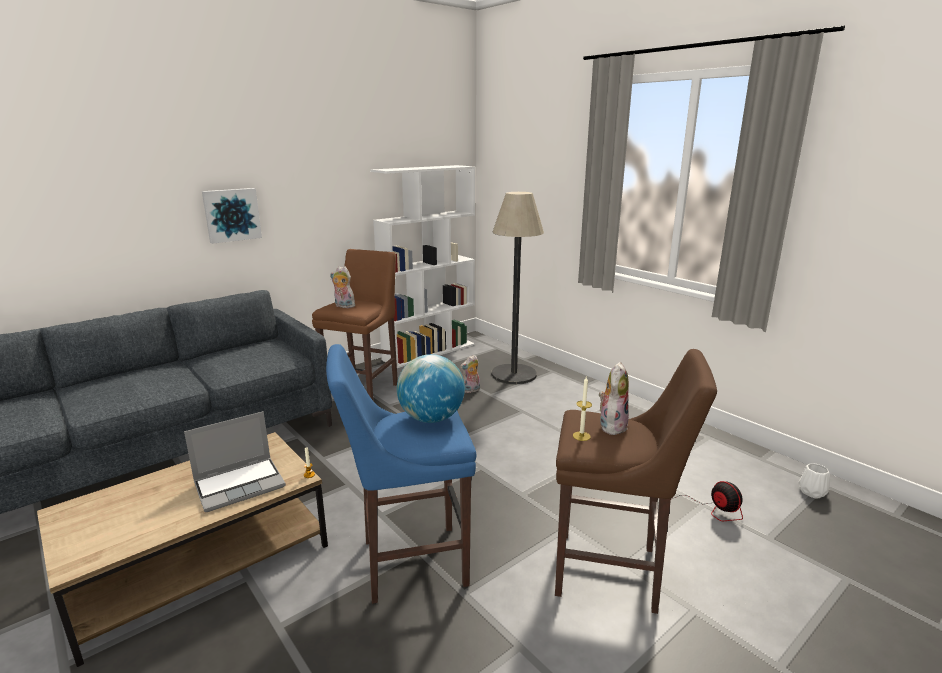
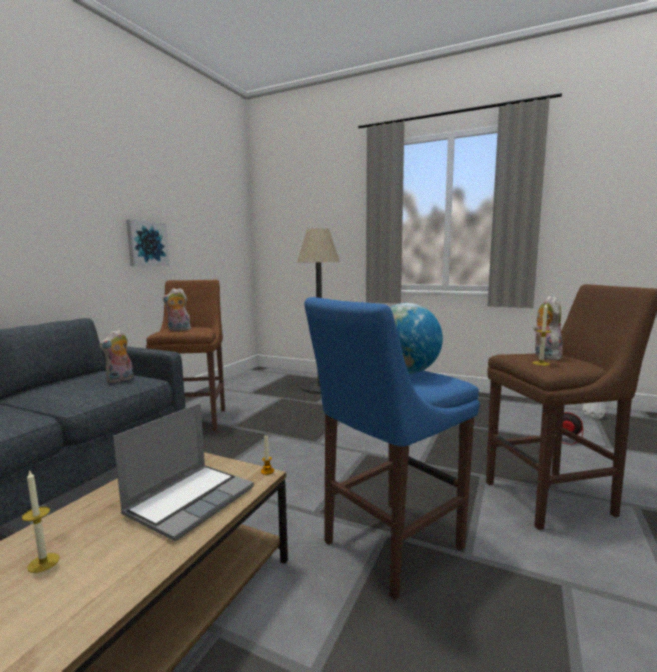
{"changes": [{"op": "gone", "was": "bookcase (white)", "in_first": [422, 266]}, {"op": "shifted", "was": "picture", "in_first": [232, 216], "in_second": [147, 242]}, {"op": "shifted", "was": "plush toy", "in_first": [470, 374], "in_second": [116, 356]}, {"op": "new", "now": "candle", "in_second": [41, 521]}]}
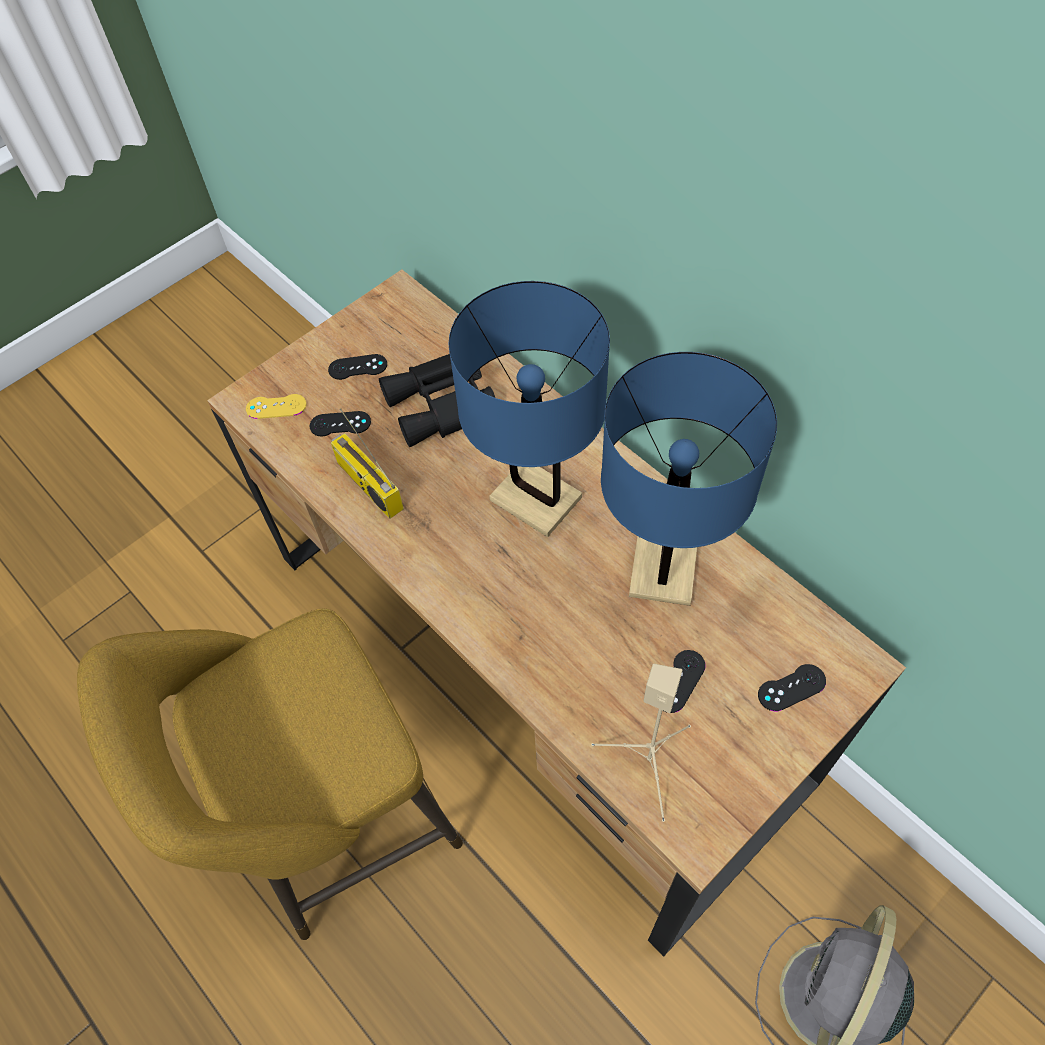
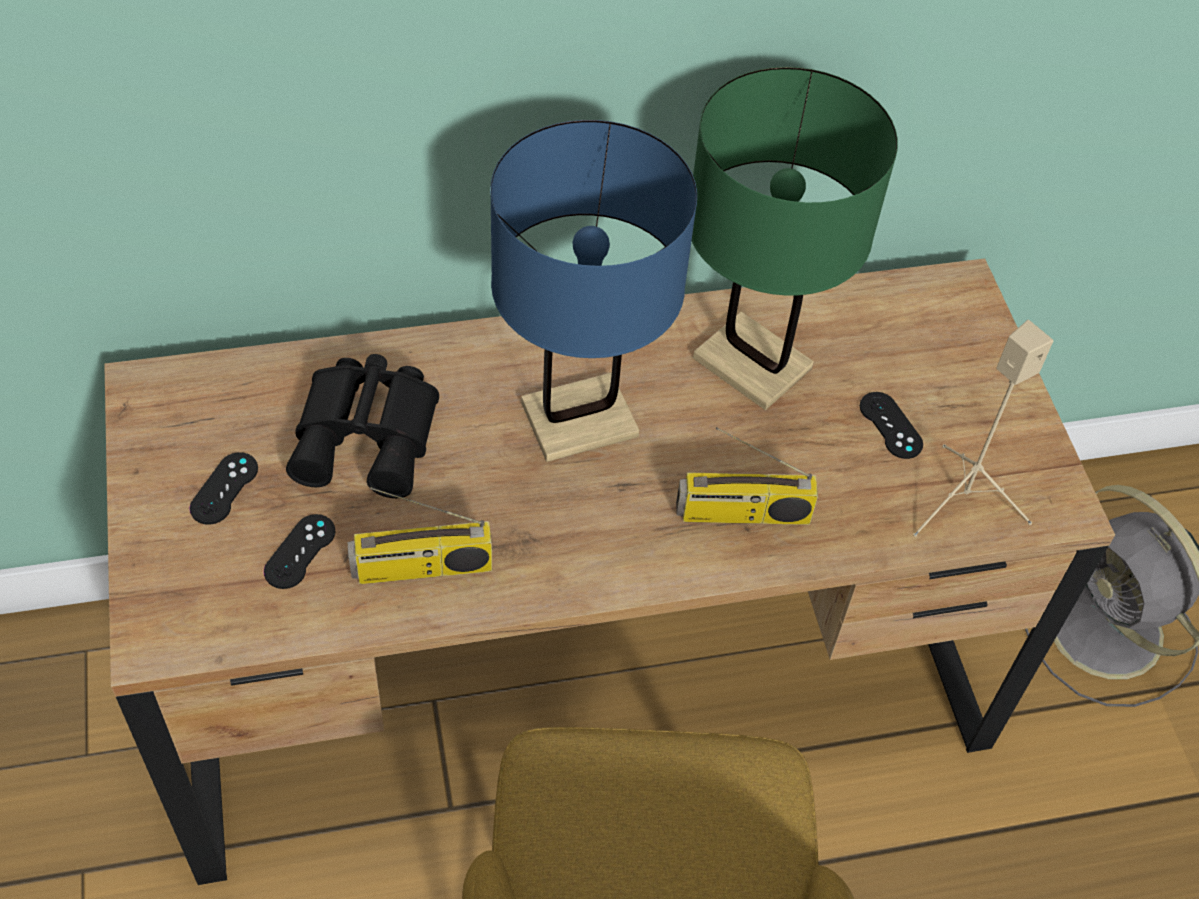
{"changes": [{"op": "repainted", "was": "table lamp (blue)", "now": "table lamp (green)", "in_first": [689, 479], "in_second": [795, 238]}, {"op": "gone", "was": "game controller (yellow)", "in_first": [276, 406]}, {"op": "gone", "was": "game controller (black)", "in_first": [792, 687]}, {"op": "new", "now": "radio", "in_second": [747, 476]}]}
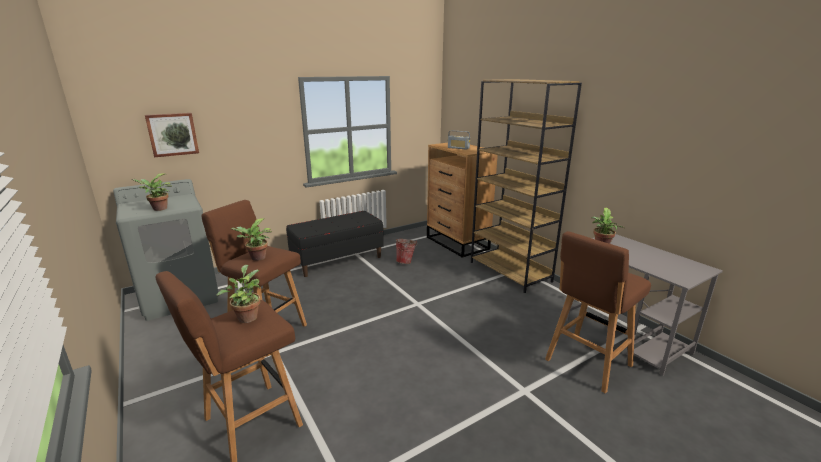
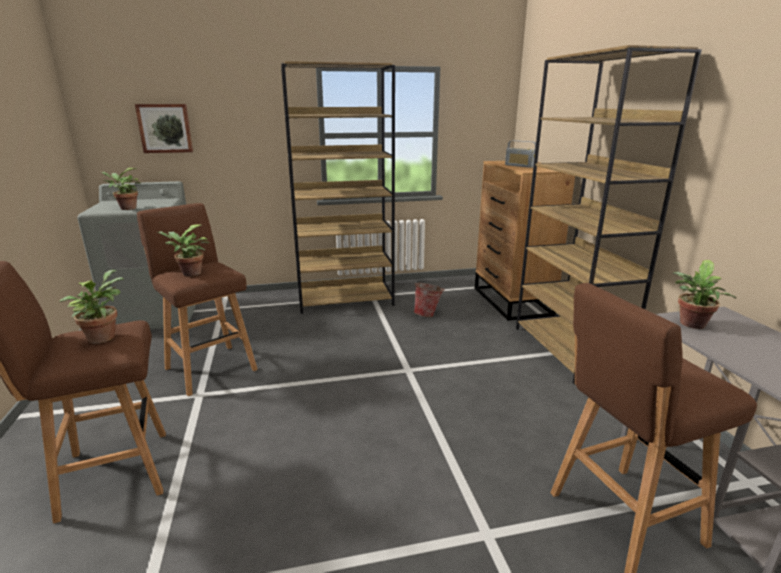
{"changes": [{"op": "swapped", "was": "bench (black)", "now": "bookcase (brown)", "in_first": [335, 244], "in_second": [338, 187]}]}
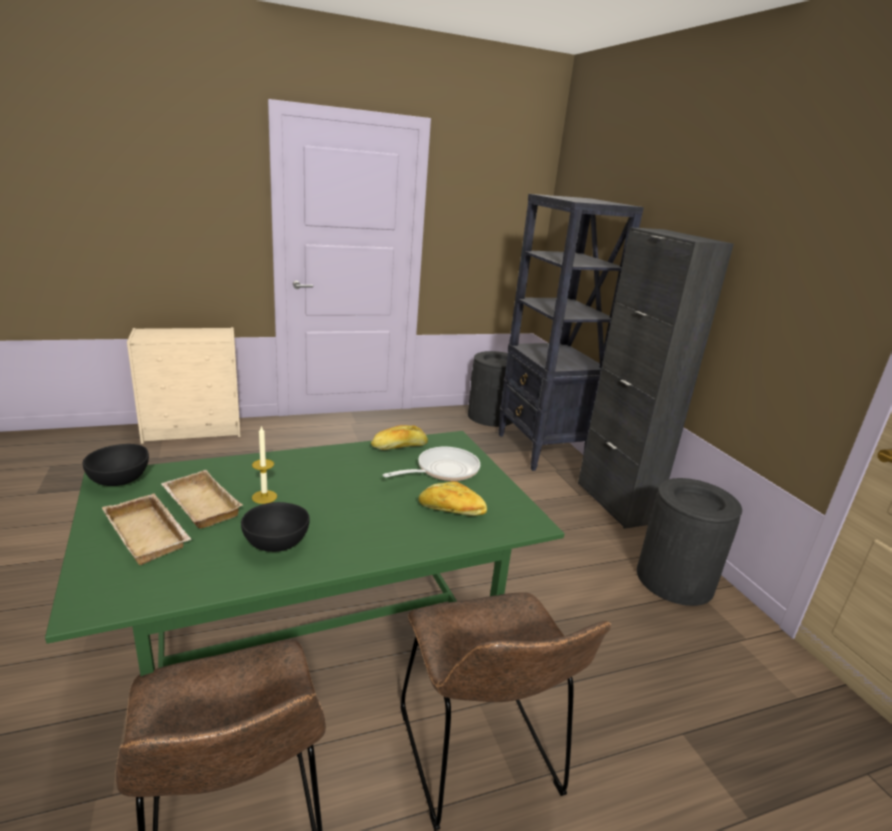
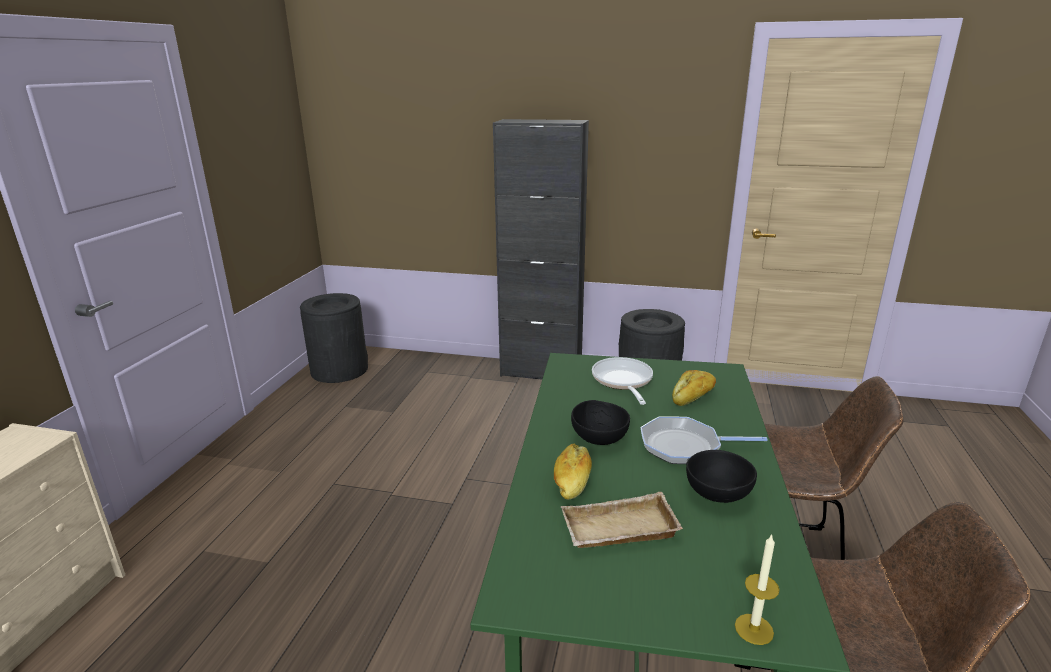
{"changes": [{"op": "gone", "was": "bookcase (black)", "in_first": [571, 332]}, {"op": "shifted", "was": "bread", "in_first": [399, 437], "in_second": [573, 471]}, {"op": "shifted", "was": "candle", "in_first": [264, 465], "in_second": [757, 589]}, {"op": "shifted", "was": "bowl (black)", "in_first": [116, 465], "in_second": [600, 422]}, {"op": "gone", "was": "tray (beige)", "in_first": [147, 529]}, {"op": "new", "now": "frying pan", "in_second": [703, 440]}]}
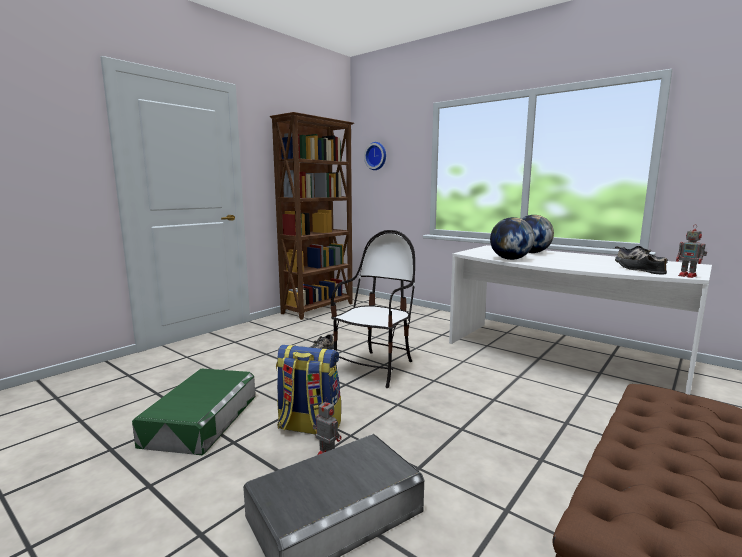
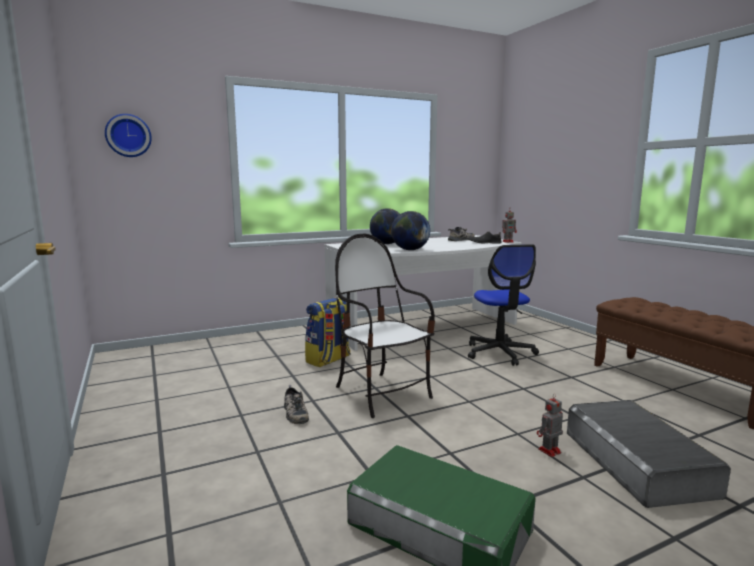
{"changes": [{"op": "gone", "was": "bookcase (brown)", "in_first": [311, 216]}, {"op": "shifted", "was": "backpack", "in_first": [308, 390], "in_second": [327, 332]}, {"op": "new", "now": "office chair", "in_second": [503, 305]}]}
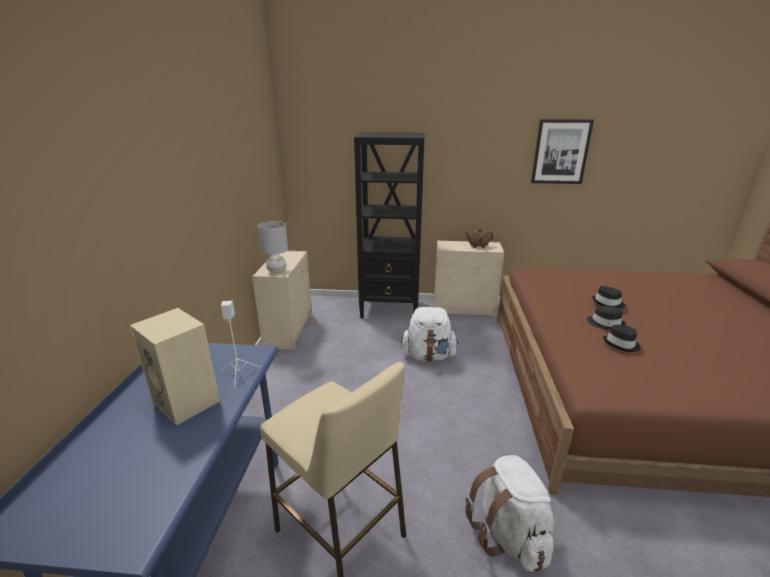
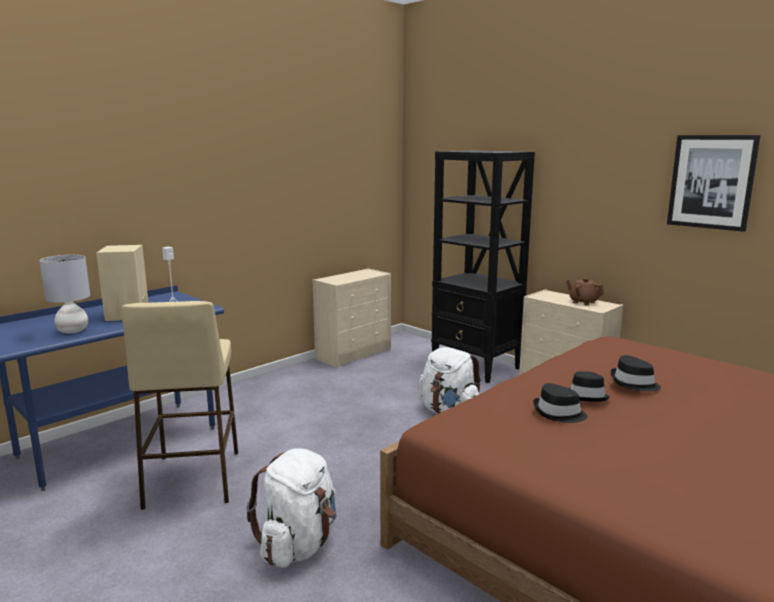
{"changes": [{"op": "shifted", "was": "table lamp (grey)", "in_first": [273, 247], "in_second": [64, 294]}]}
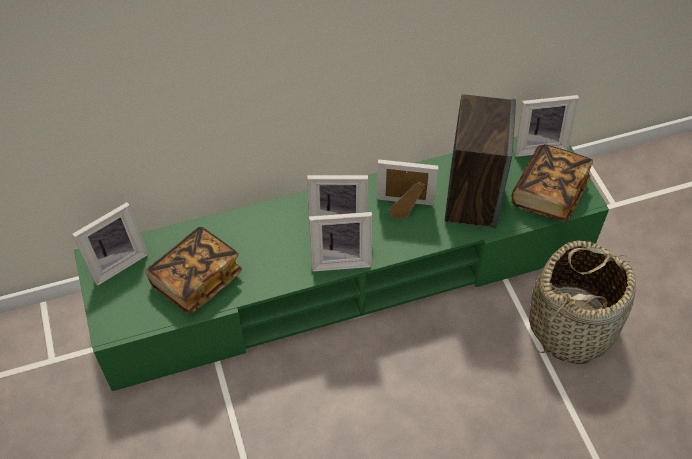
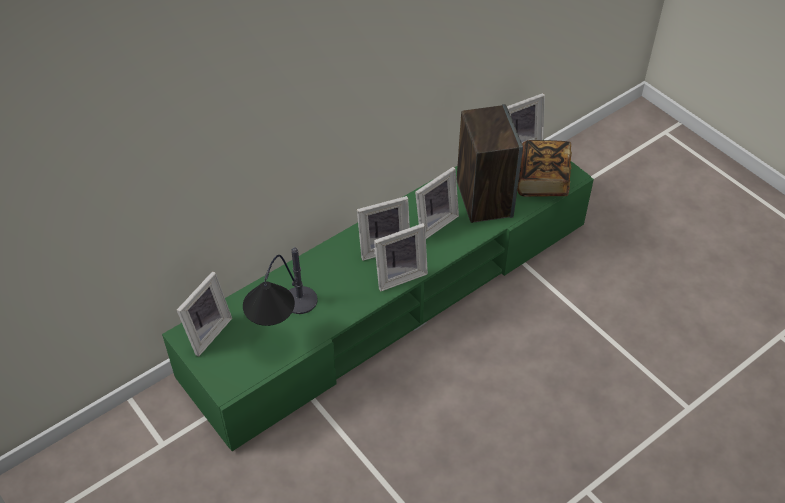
{"changes": [{"op": "rotated", "was": "picture frame", "in_first": [407, 189], "in_second": [437, 203], "clockwise": 150}, {"op": "swapped", "was": "book", "now": "table lamp", "in_first": [193, 270], "in_second": [280, 286]}, {"op": "gone", "was": "basket", "in_first": [582, 302]}]}
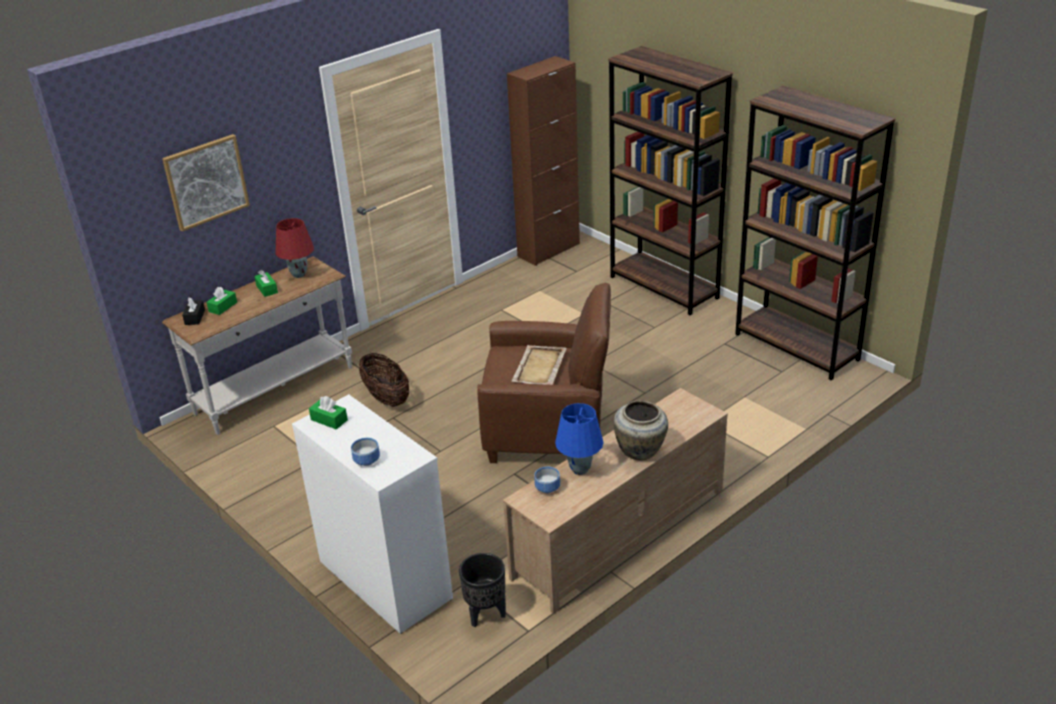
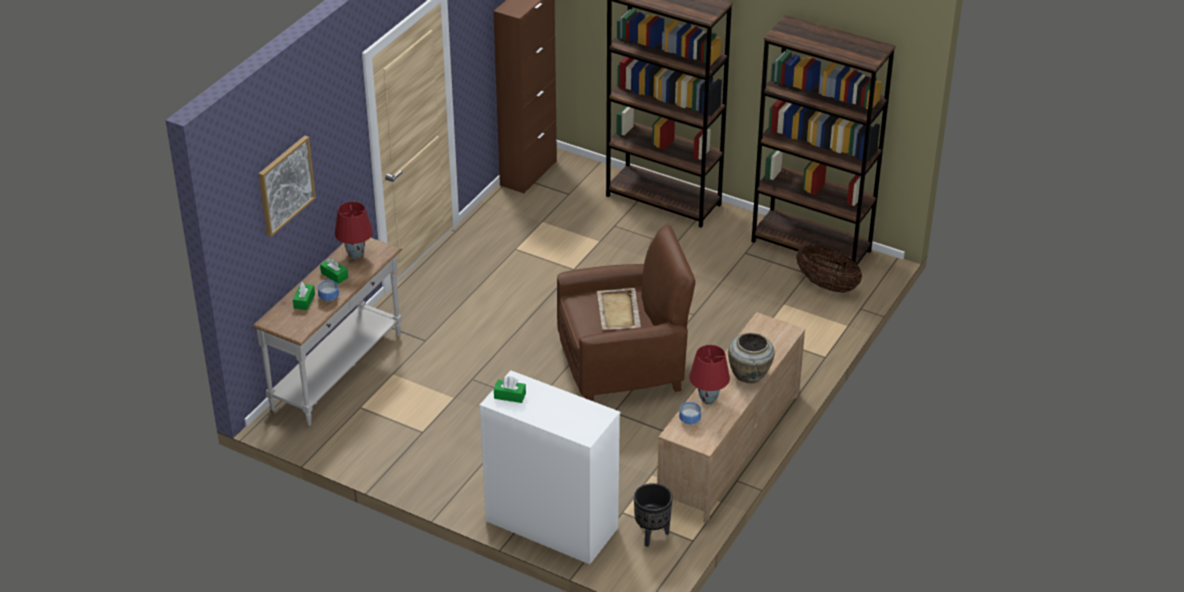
{"changes": [{"op": "gone", "was": "tissue box (black)", "in_first": [193, 311]}, {"op": "shifted", "was": "basket", "in_first": [384, 380], "in_second": [829, 269]}, {"op": "repainted", "was": "table lamp (blue)", "now": "table lamp (red)", "in_first": [579, 439], "in_second": [709, 374]}, {"op": "shifted", "was": "bowl", "in_first": [365, 452], "in_second": [328, 291]}]}
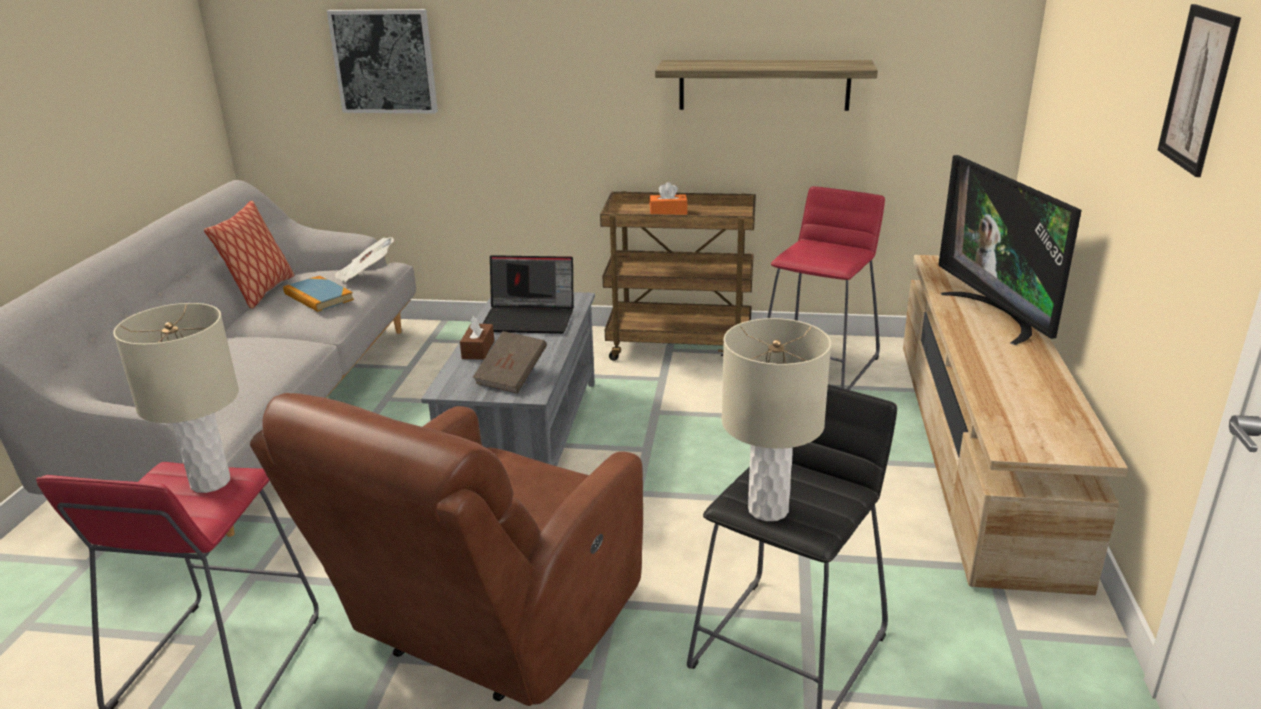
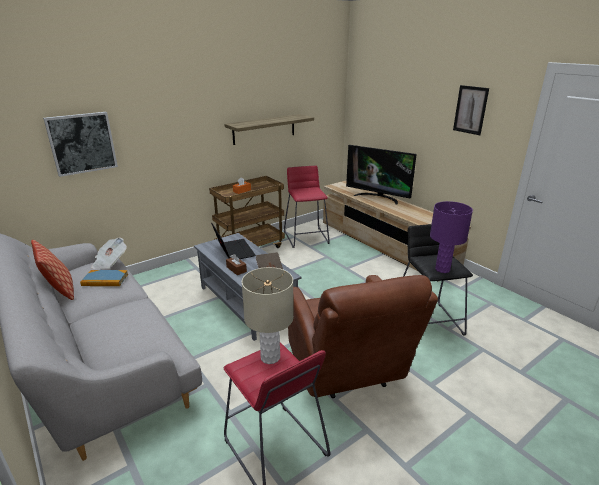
{"changes": [{"op": "rotated", "was": "laptop", "in_first": [527, 294], "in_second": [233, 241], "clockwise": -75}, {"op": "repainted", "was": "table lamp (beige)", "now": "table lamp (purple)", "in_first": [776, 419], "in_second": [451, 237]}]}
